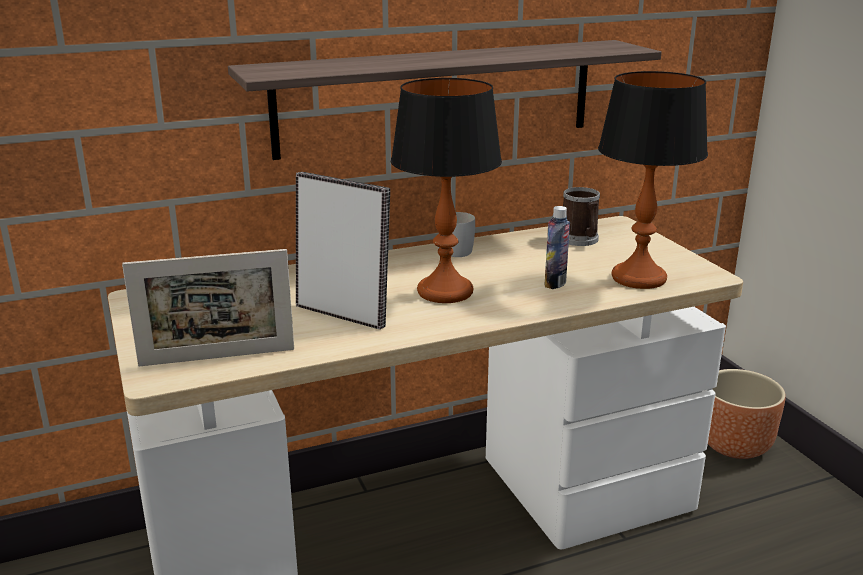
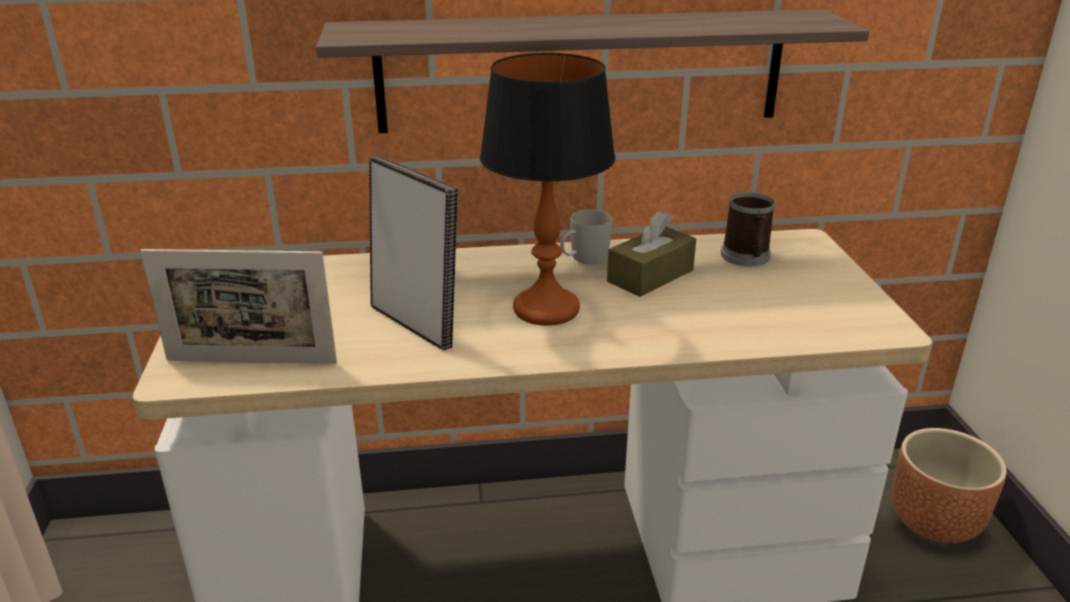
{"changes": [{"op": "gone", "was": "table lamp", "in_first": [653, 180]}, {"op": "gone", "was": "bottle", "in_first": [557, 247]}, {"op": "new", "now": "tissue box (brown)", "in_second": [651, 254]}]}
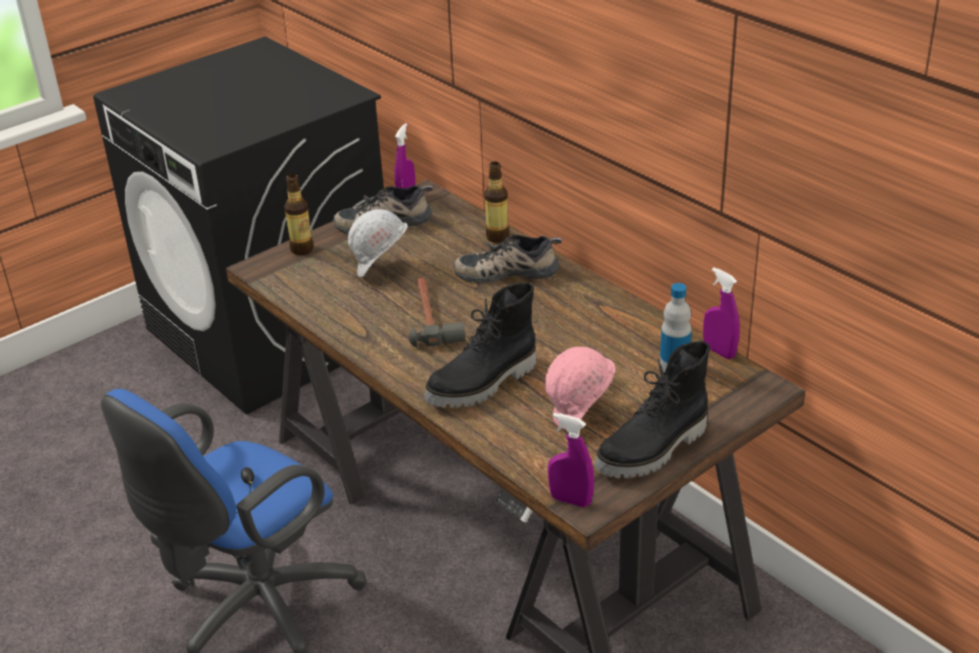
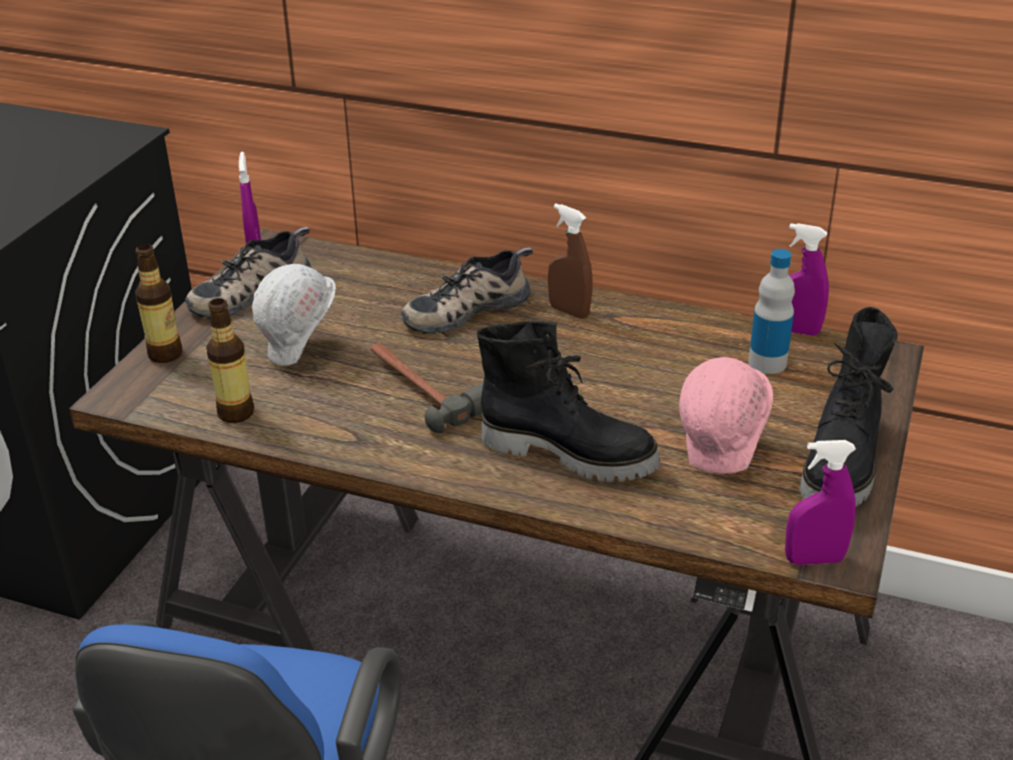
{"changes": [{"op": "shifted", "was": "bottle", "in_first": [496, 202], "in_second": [230, 360]}, {"op": "rotated", "was": "boot (black)", "in_first": [480, 345], "in_second": [568, 401], "clockwise": -90}, {"op": "new", "now": "spray bottle (brown)", "in_second": [570, 261]}]}
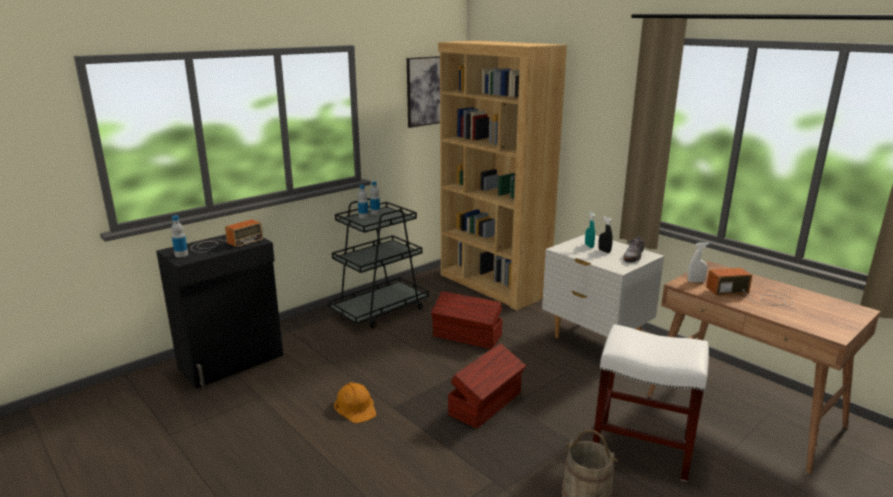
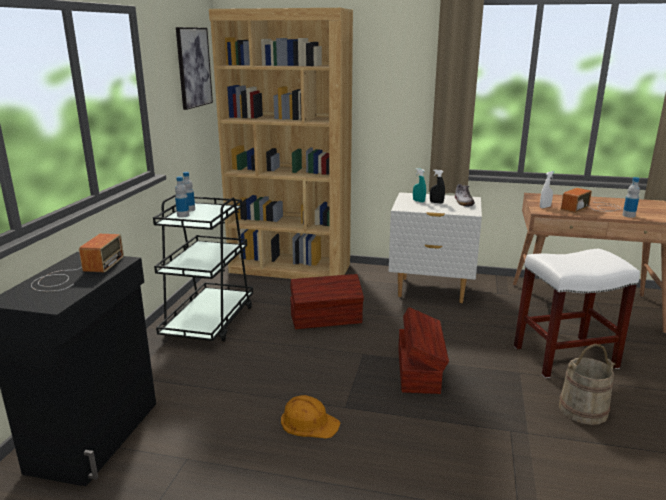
{"changes": [{"op": "shifted", "was": "bottle", "in_first": [179, 236], "in_second": [631, 197]}]}
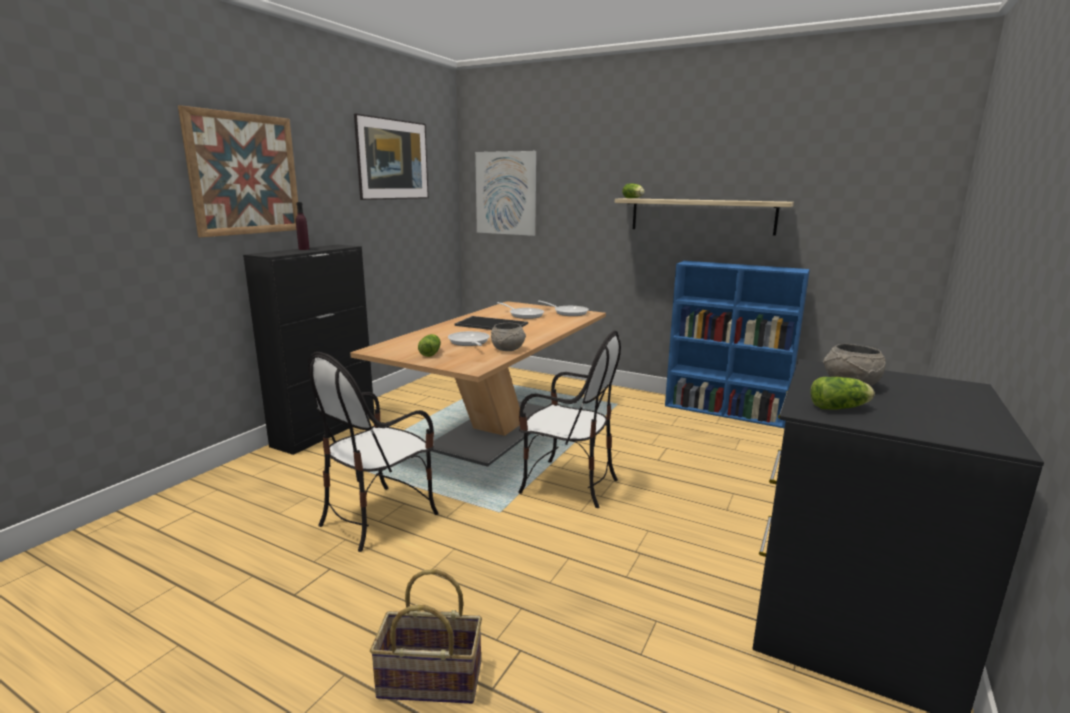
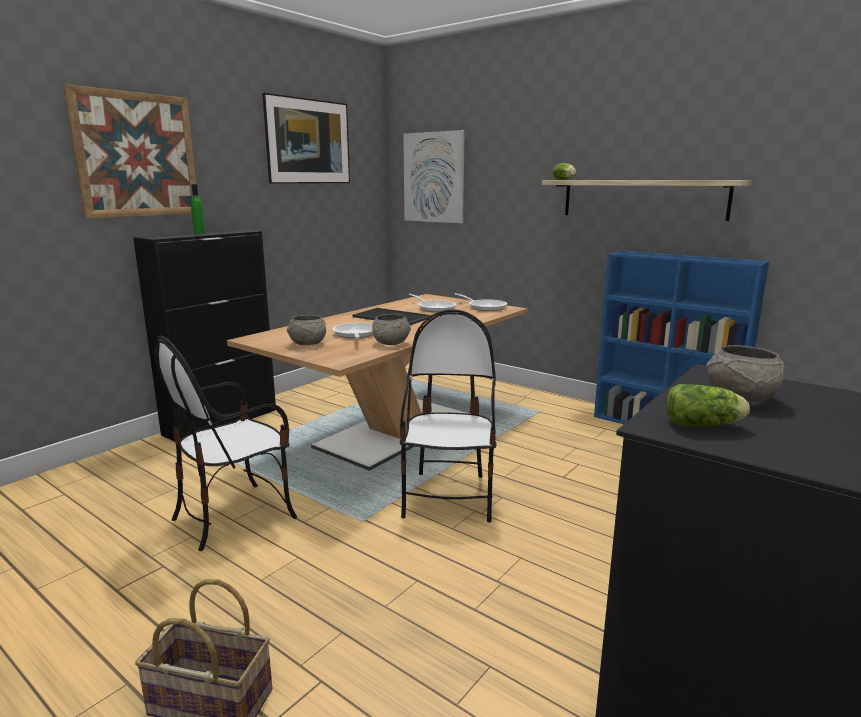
{"changes": [{"op": "repainted", "was": "bottle (purple)", "now": "bottle (green)", "in_first": [303, 226], "in_second": [198, 209]}, {"op": "rotated", "was": "chair", "in_first": [569, 419], "in_second": [448, 416], "clockwise": -120}, {"op": "swapped", "was": "lettuce", "now": "bowl (grey)", "in_first": [429, 345], "in_second": [306, 330]}]}
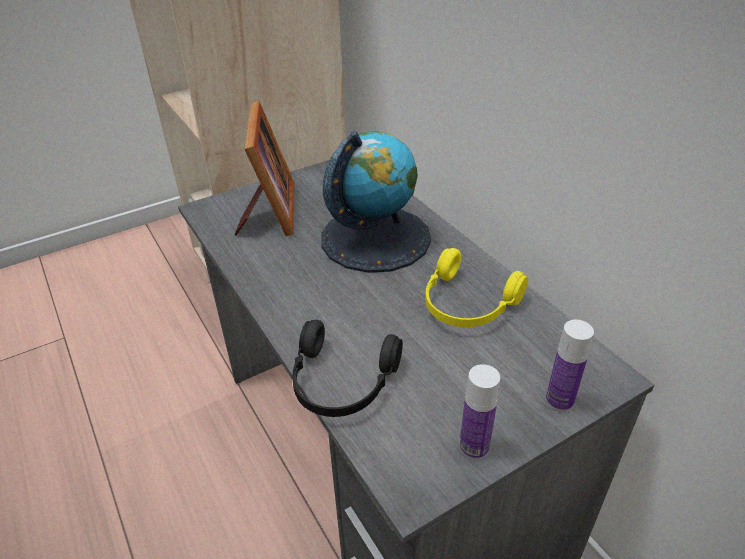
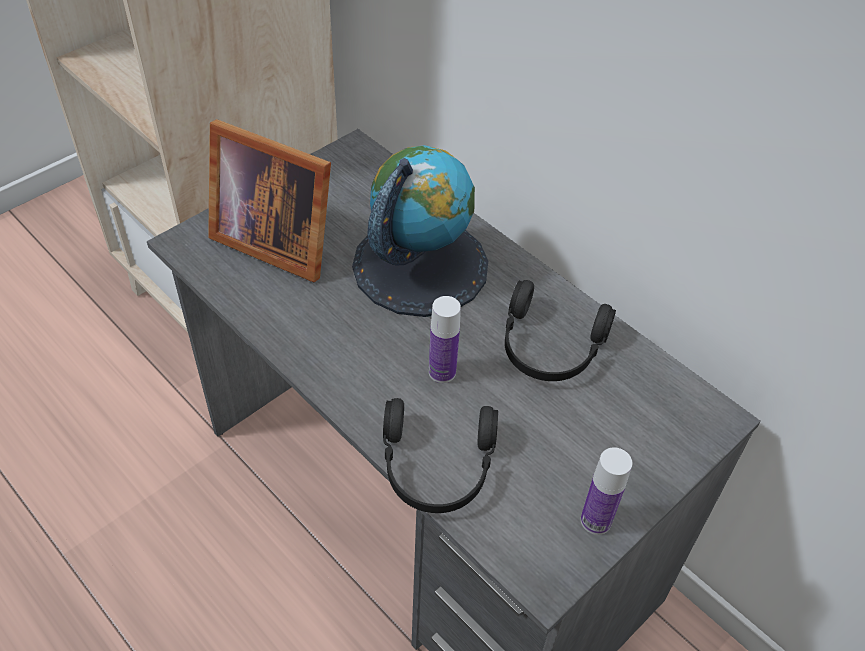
{"changes": [{"op": "rotated", "was": "picture frame", "in_first": [264, 168], "in_second": [269, 201], "clockwise": 135}, {"op": "repainted", "was": "headphones (yellow)", "now": "headphones (black)", "in_first": [476, 287], "in_second": [560, 330]}, {"op": "shifted", "was": "bottle", "in_first": [570, 366], "in_second": [445, 339]}]}
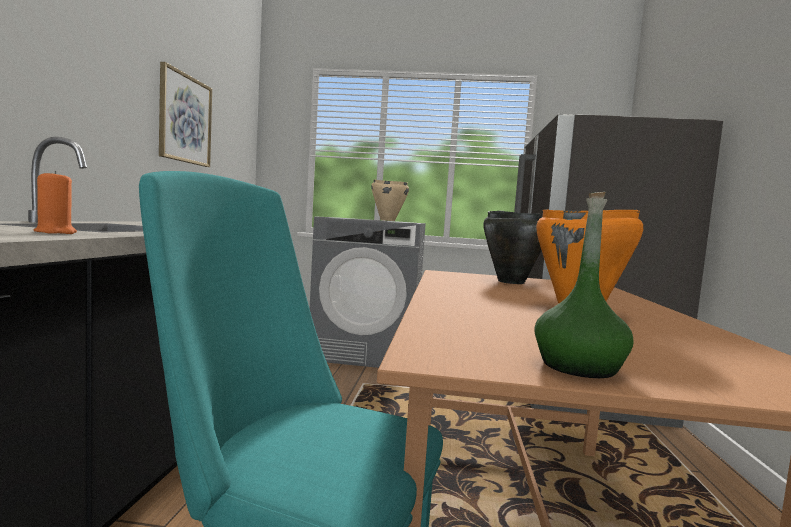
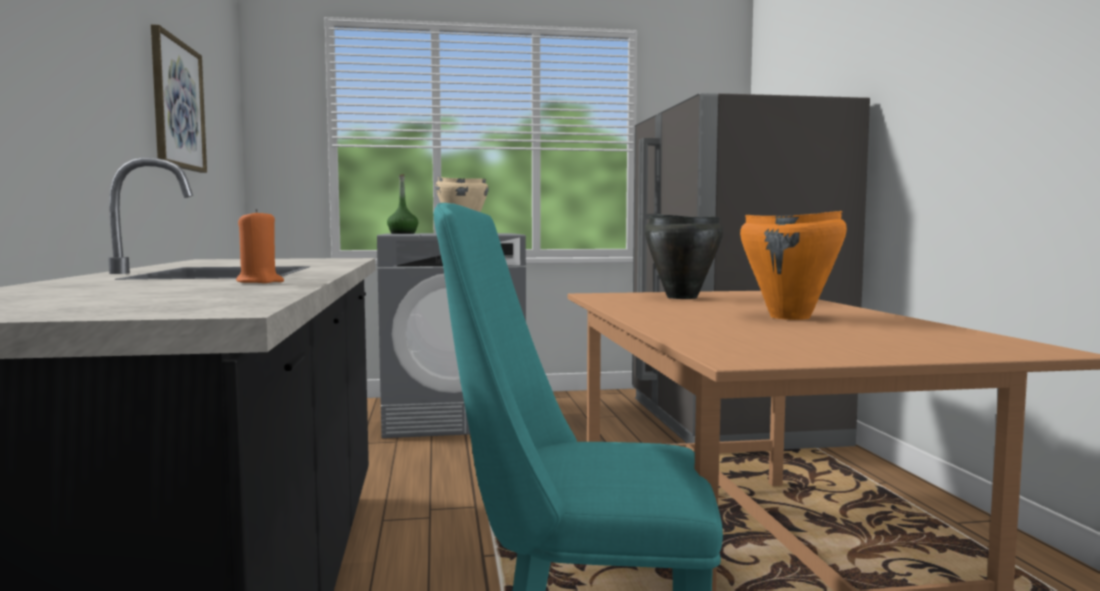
{"changes": [{"op": "shifted", "was": "bottle (green)", "in_first": [583, 285], "in_second": [402, 204]}]}
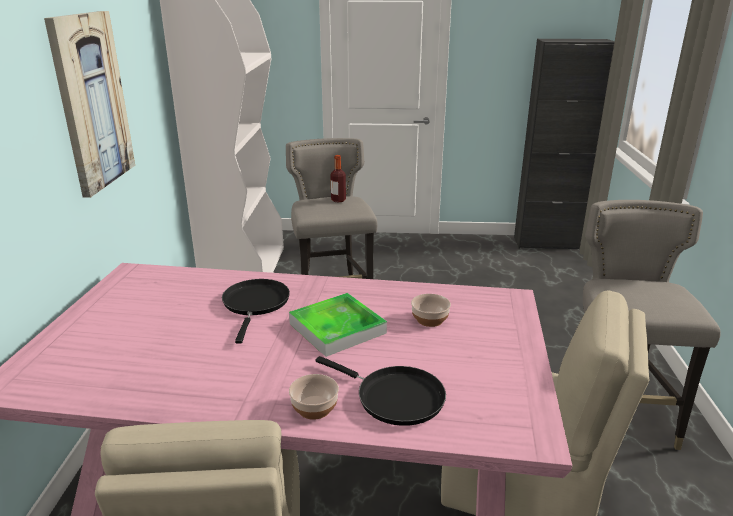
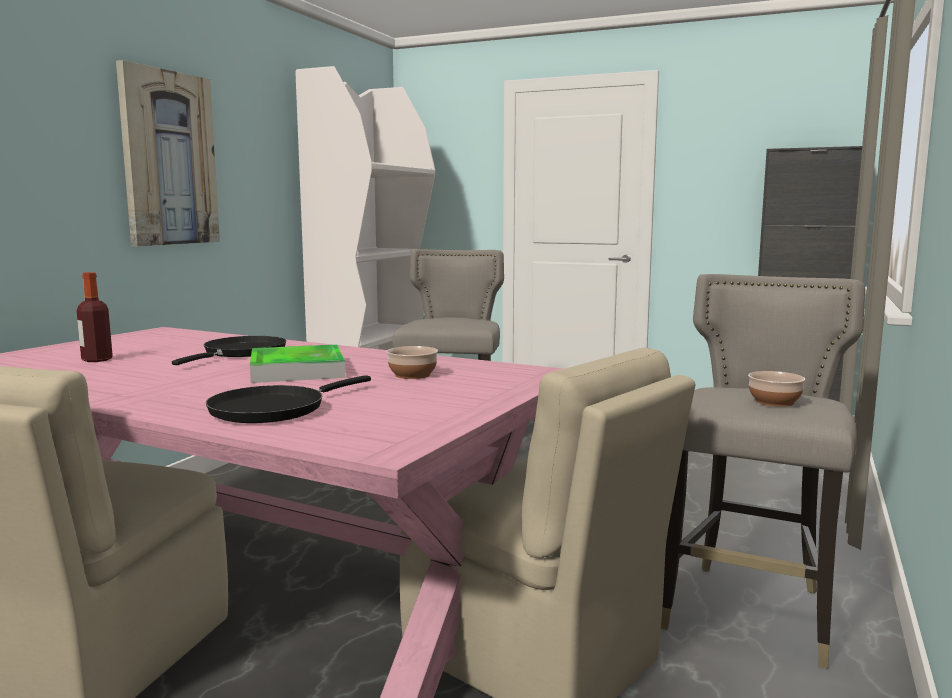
{"changes": [{"op": "shifted", "was": "bottle", "in_first": [338, 179], "in_second": [95, 317]}, {"op": "rotated", "was": "frying pan (black)", "in_first": [381, 391], "in_second": [288, 399], "clockwise": 75}, {"op": "shifted", "was": "bowl", "in_first": [314, 397], "in_second": [777, 389]}]}
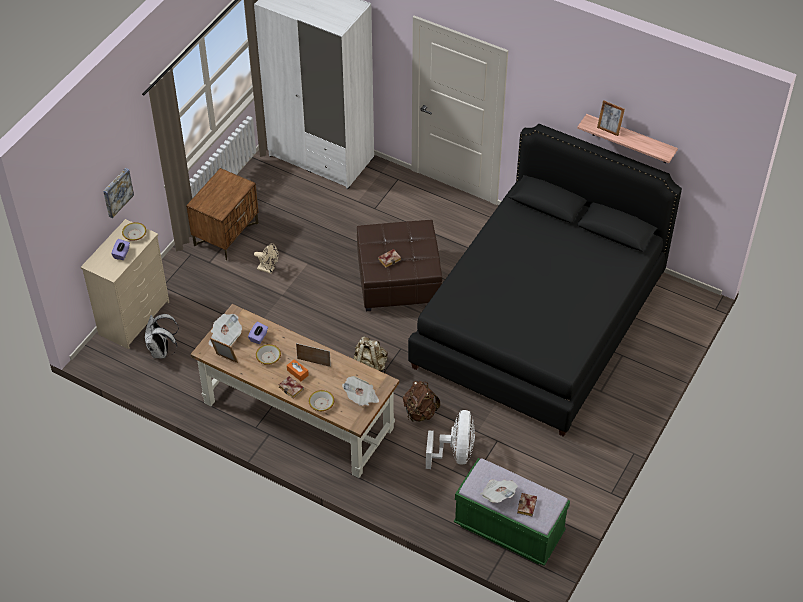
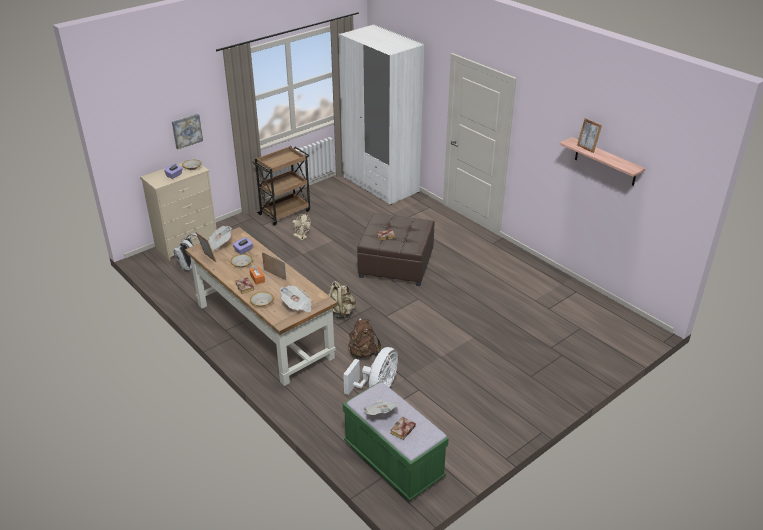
{"changes": [{"op": "gone", "was": "bed (black)", "in_first": [545, 280]}, {"op": "swapped", "was": "nightstand (brown)", "now": "cart (brown)", "in_first": [222, 214], "in_second": [281, 186]}]}
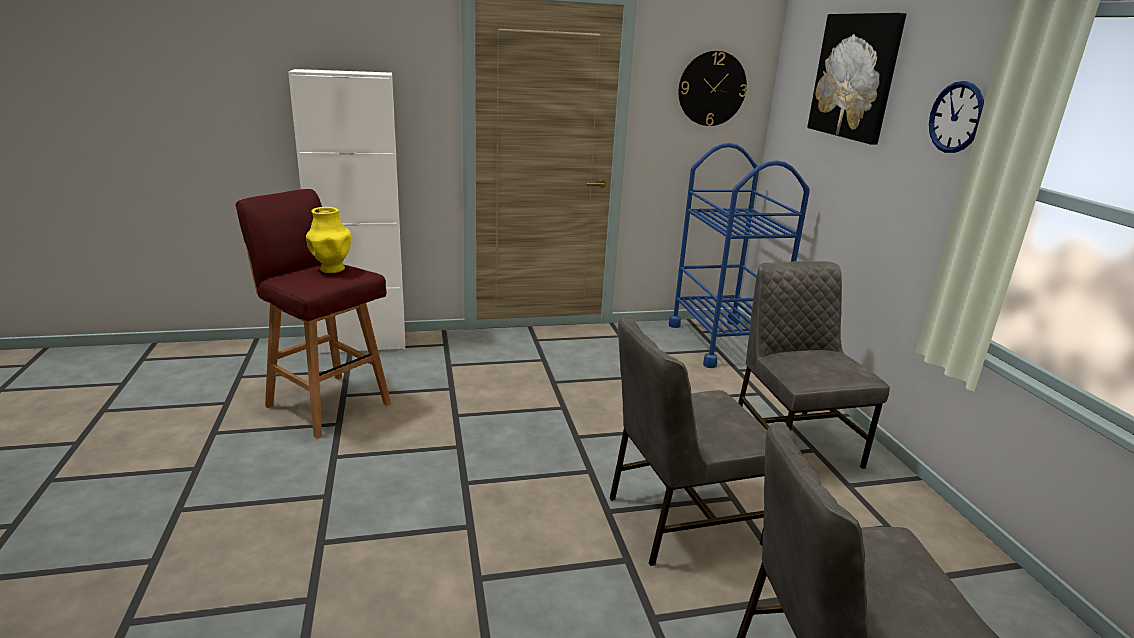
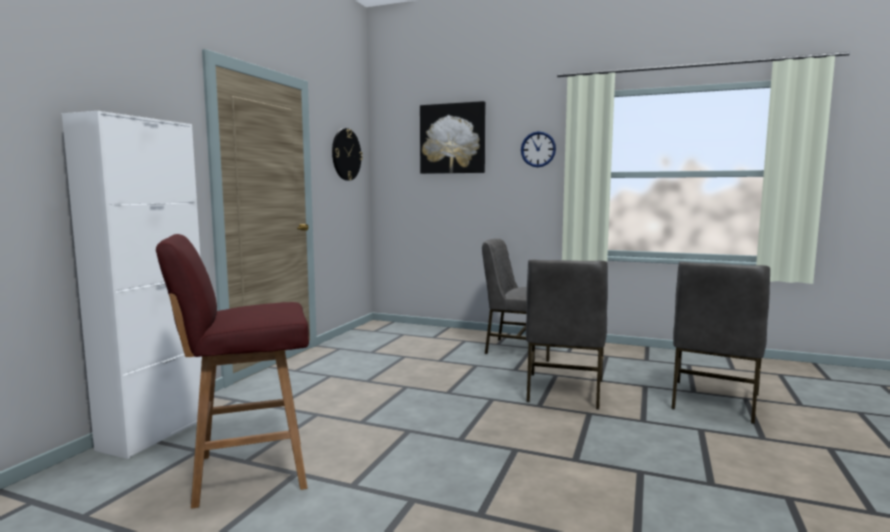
{"changes": [{"op": "gone", "was": "cart (blue)", "in_first": [739, 255]}, {"op": "gone", "was": "vase (yellow)", "in_first": [328, 240]}]}
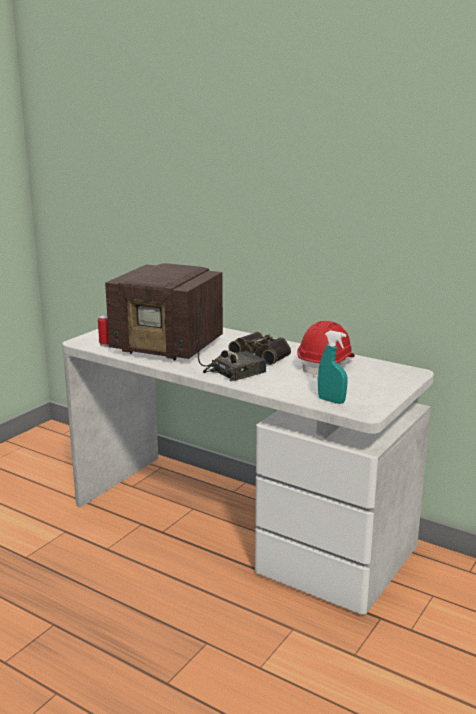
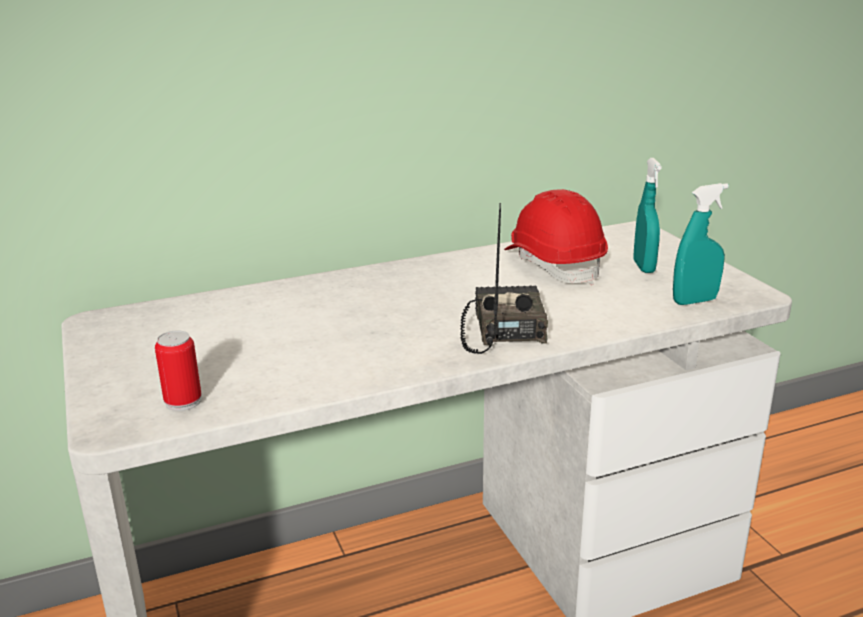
{"changes": [{"op": "gone", "was": "radio", "in_first": [164, 311]}, {"op": "gone", "was": "binoculars", "in_first": [259, 348]}, {"op": "new", "now": "spray bottle (turquoise)", "in_second": [647, 215]}]}
